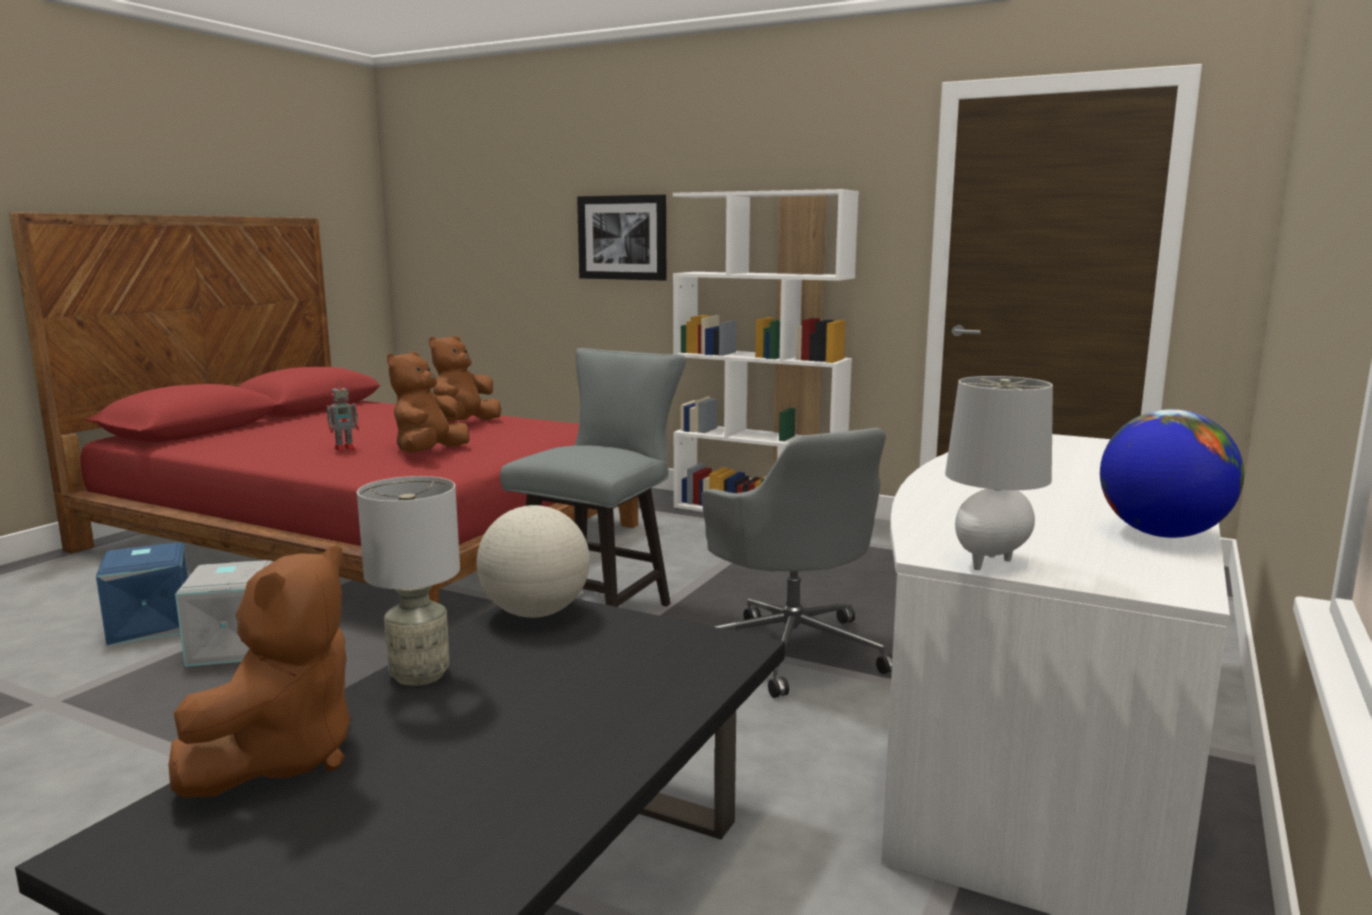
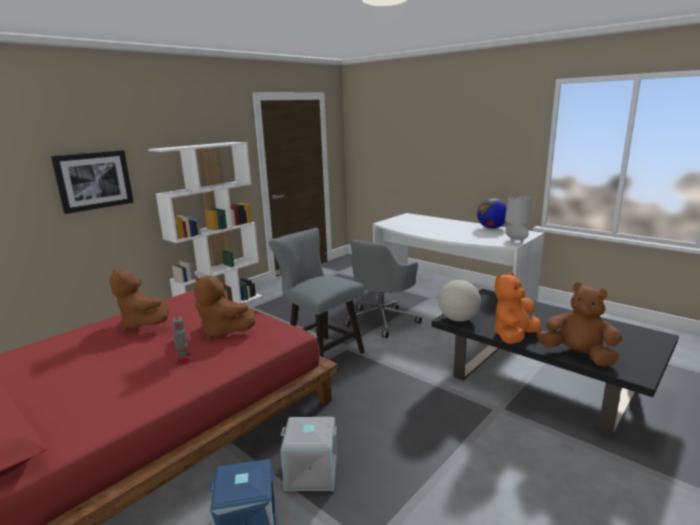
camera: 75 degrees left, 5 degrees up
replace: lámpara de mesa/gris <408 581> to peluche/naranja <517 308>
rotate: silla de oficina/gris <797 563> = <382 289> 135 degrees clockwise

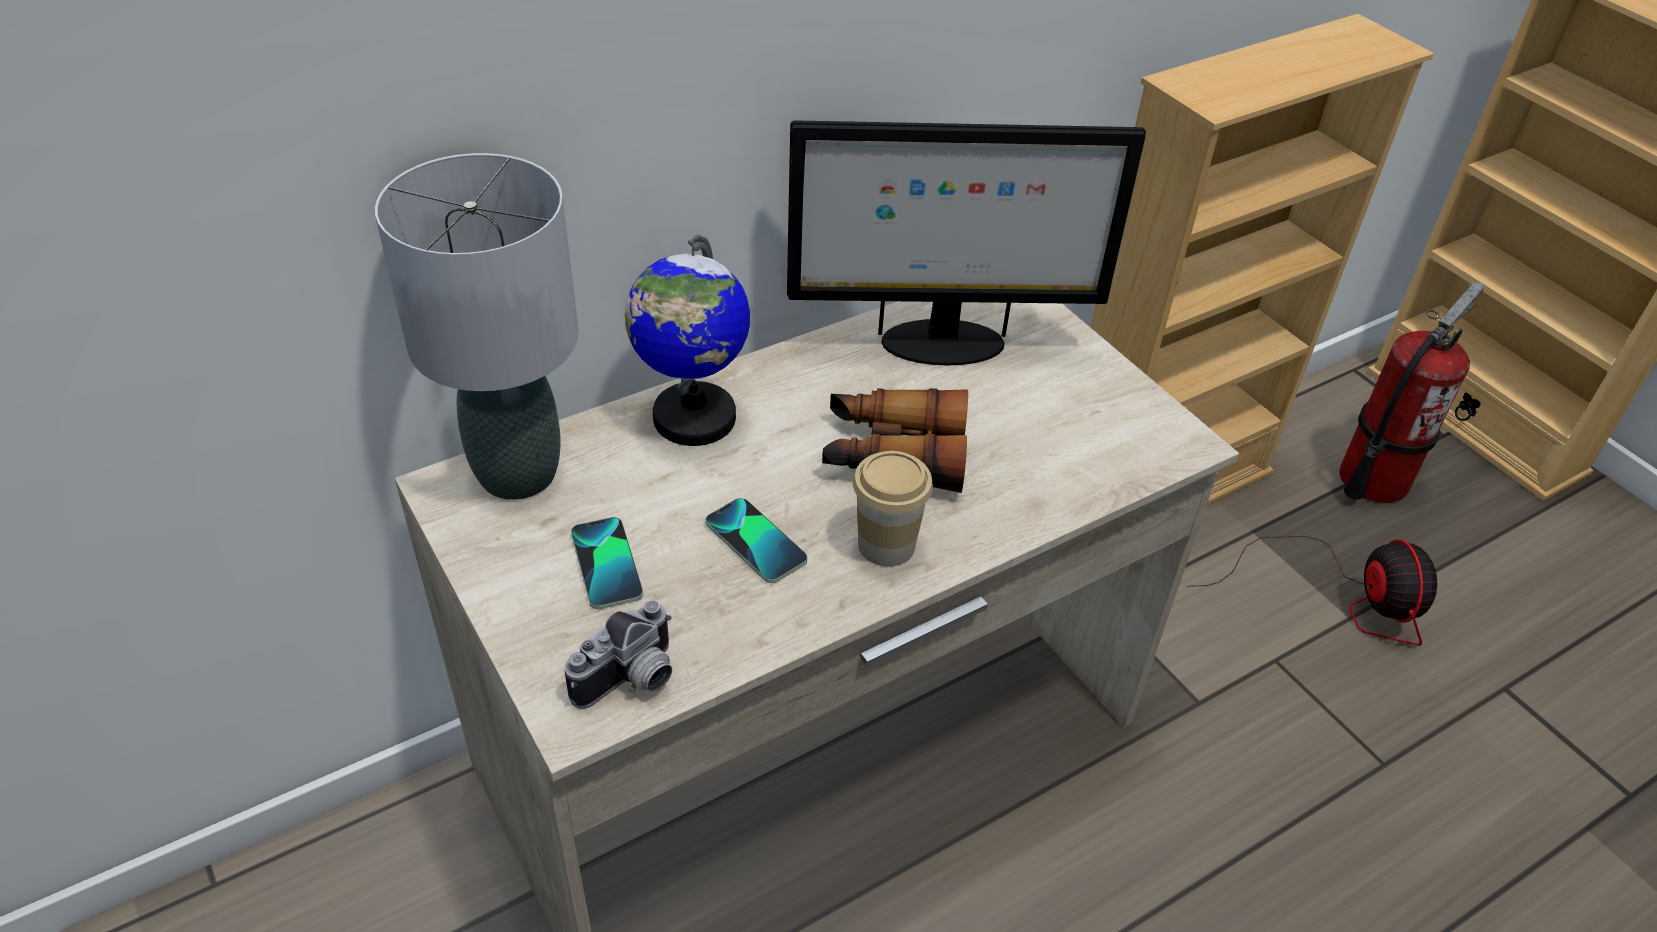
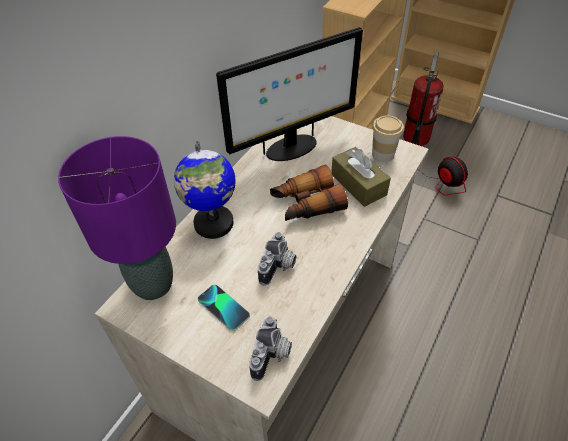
camera: 25 degrees left, 5 degrees up
insert: caja de pañuelos/marrón <361 177>
move: taza <893 509> to <388 138>
replace: móvil <756 540> to cámara <277 258>
recolor: lámpara de mesa/gris <476 326> to lámpara de mesa/morado <117 218>

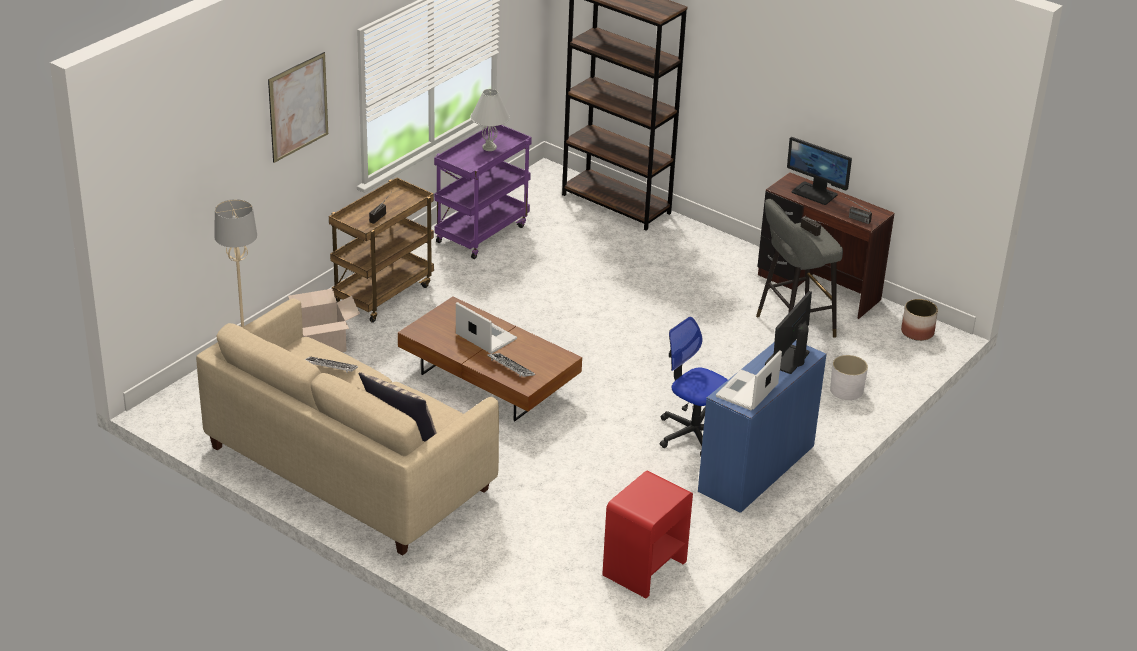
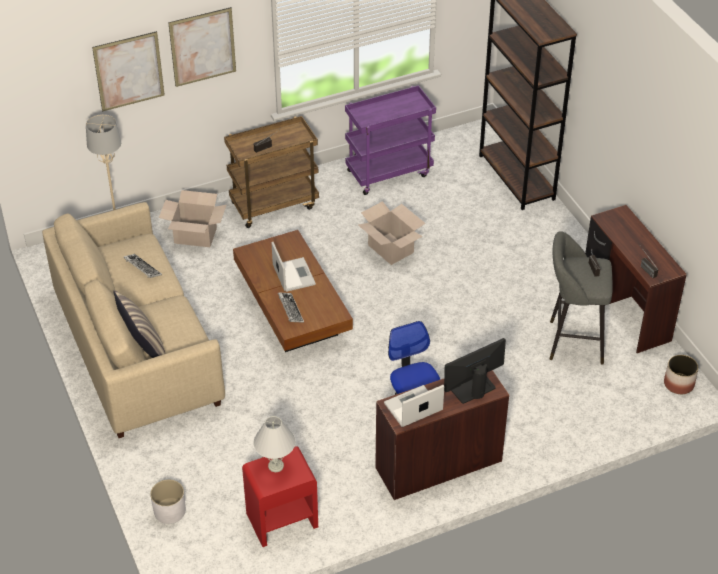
camera: 30 degrees right, 10 degrees up
delete: monitor <819 171>
insert: cuadro <128 71>; caja de cartón <391 233>
move: maceta/blanco <849 377> to <168 502>; lámpara de mesa/blanco <490 120> to <274 444>
recolor: escritorio/azul <762 426> to escritorio/marrón <442 435>

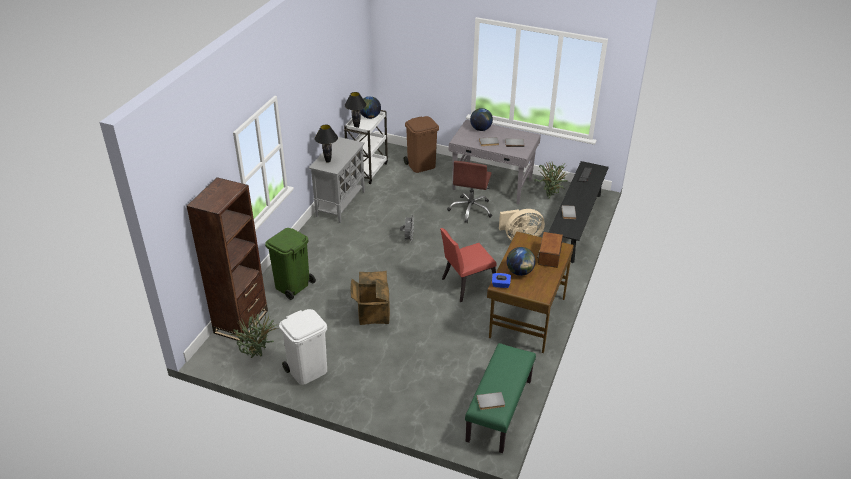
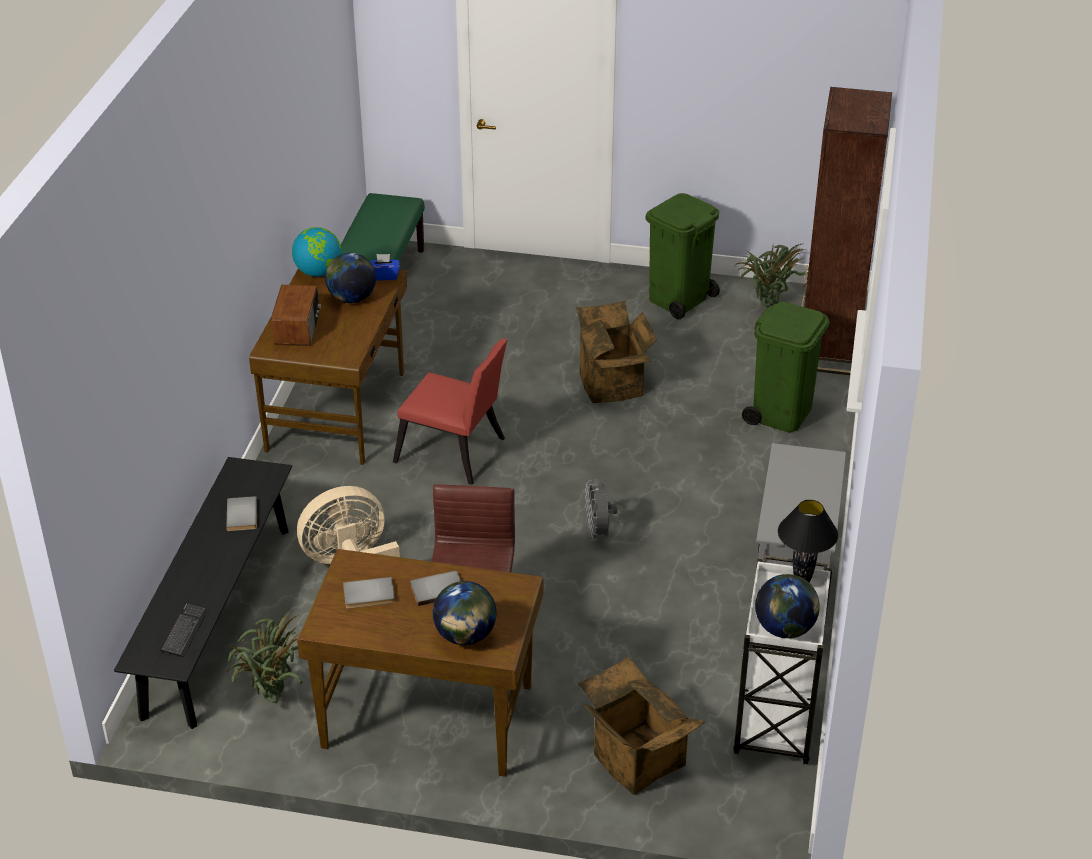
camera: 170 degrees right, 0 degrees up
delete: lámpara de mesa/negro <326 144>; libro/gris <491 401>
insert: globo terráqueo <317 252>
replace: papelera/marrón <421 144> to caja de cartón <642 725>
recolor: escritorio/gris <495 162> to escritorio/marrón <420 663>; papelera/blanco <303 347> to papelera/verde <683 256>
rotate: silla/rojo <468 265> = <450 412> 60 degrees clockwise

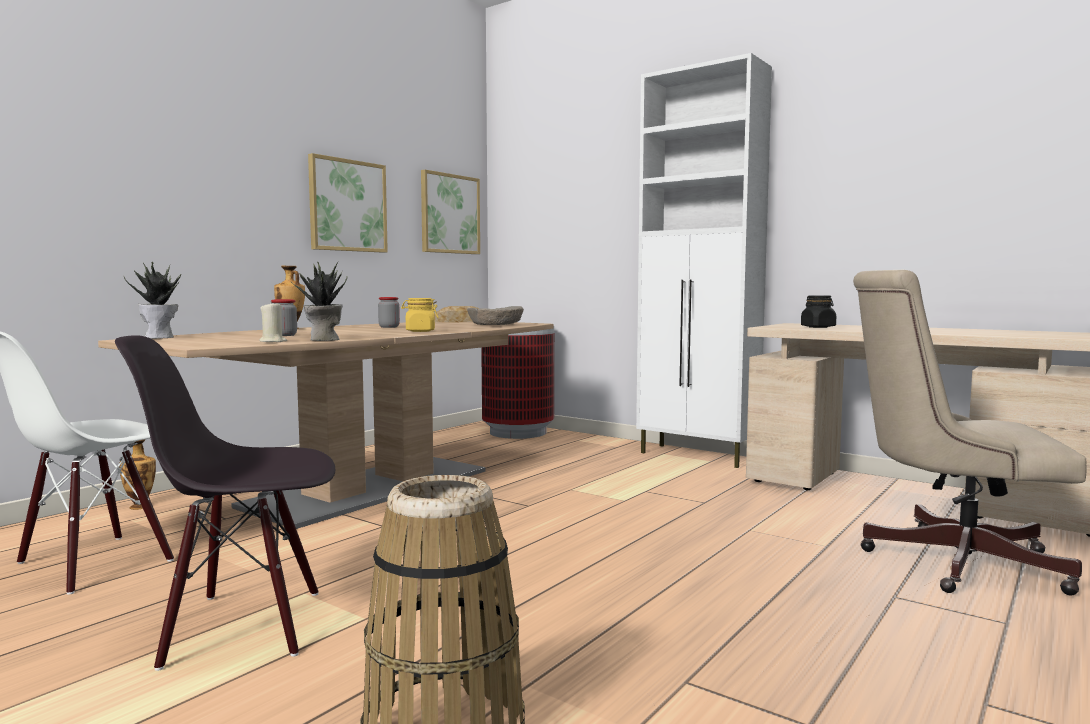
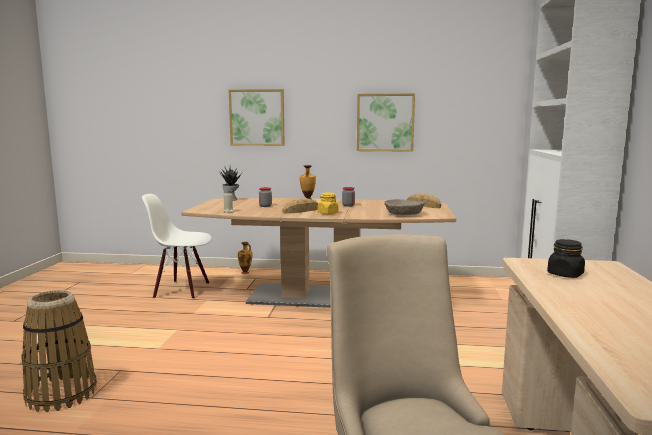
camera: 60 degrees right, 5 degrees up
delete: silla/negro <225 503>; planta en maceta <319 301>; papelera <517 383>
insert: pan <300 206>
move: cuadro <450 212> to <257 117>

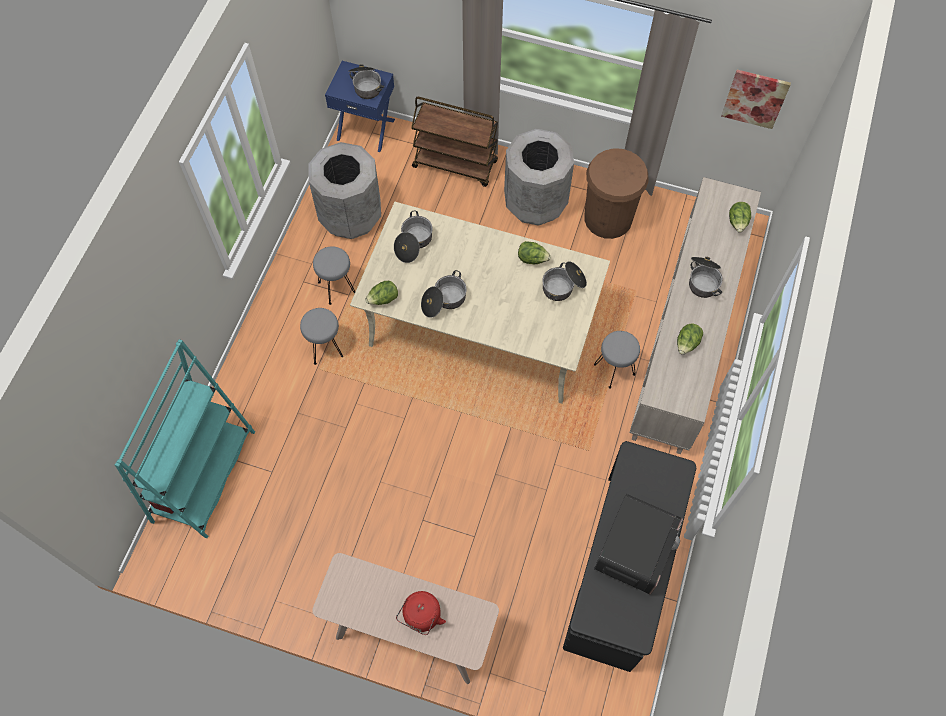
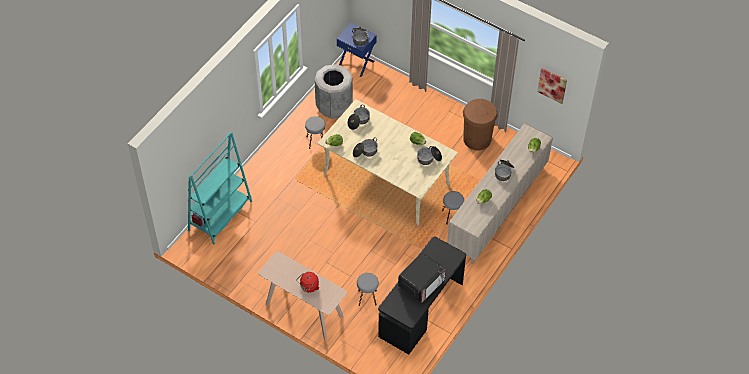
camera: 15 degrees right, 10 degrees down
delete: carrito/marrón <454 142>; papelera/gris <539 177>
move: taburete/gris <321 336> to <368 289>

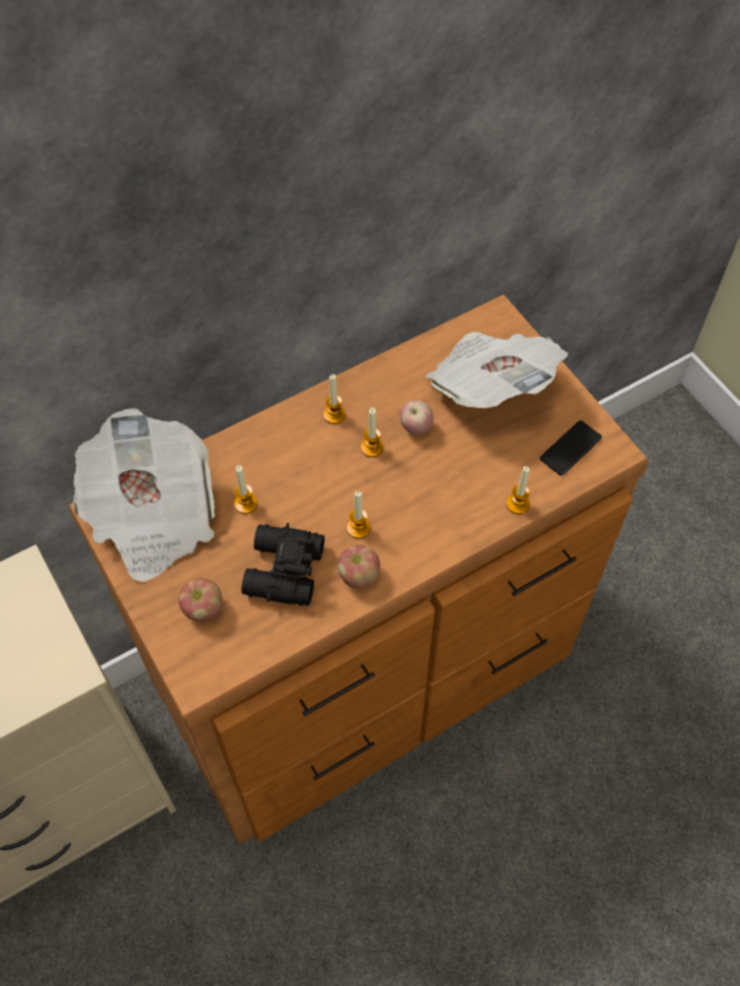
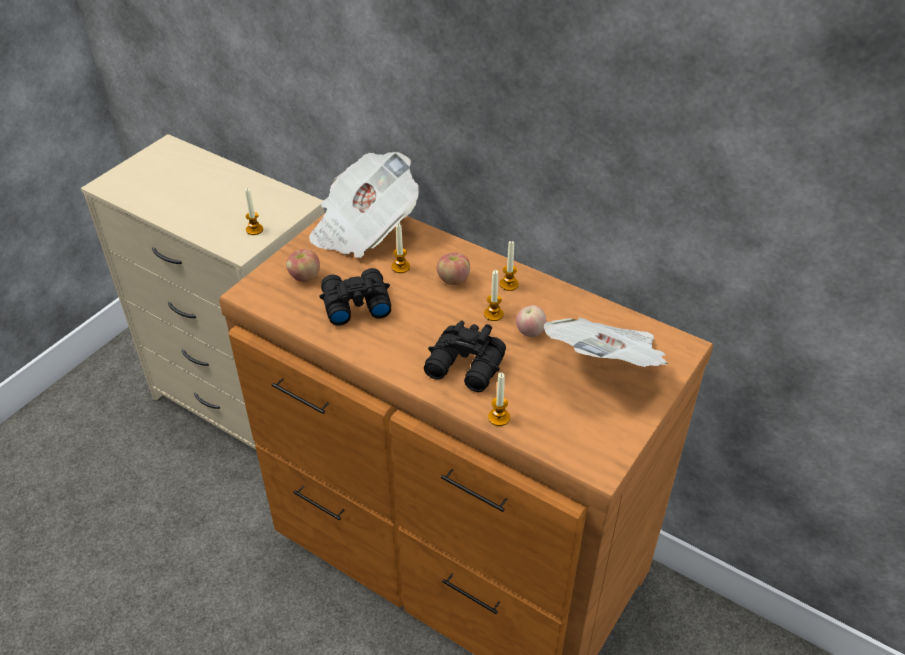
camera: 65 degrees right, 15 degrees down
delete: móvil <571 448>
insert: prismáticos/negro <465 356>
move: vela <358 515> to <254 211>; manzana <358 566> to <453 269>

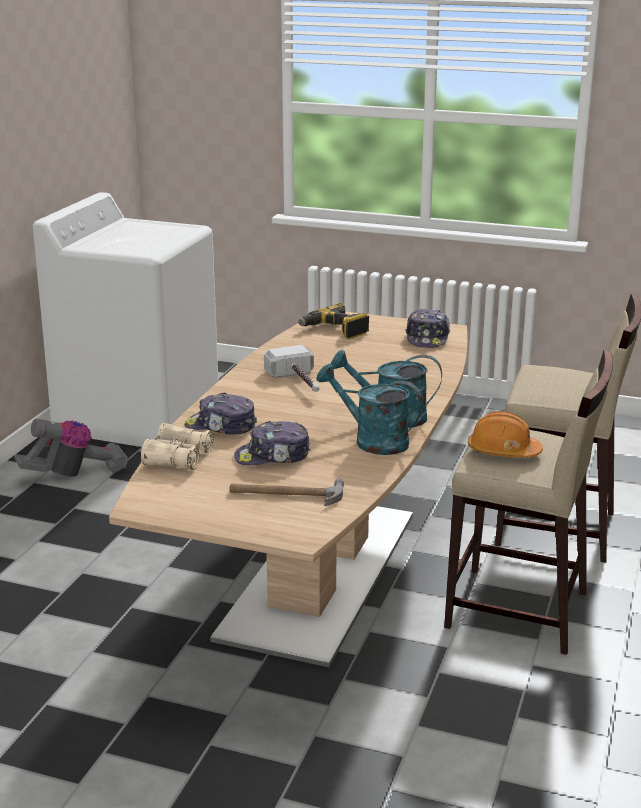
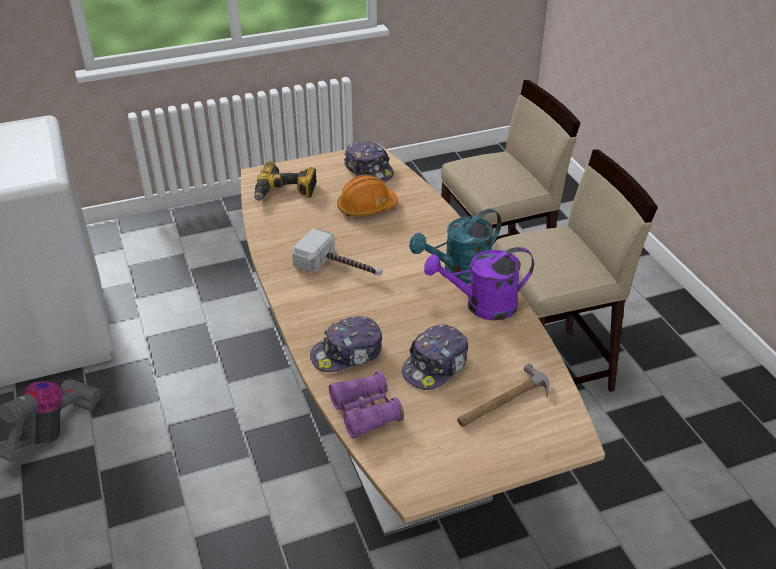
camera: 40 degrees left, 15 degrees up
move: casco/naranja <505 434> to <367 195>
recolor: prismáticos/beis <177 446> to prismáticos/morado <366 404>; regadera/turquesa <369 409> to regadera/morado <479 284>

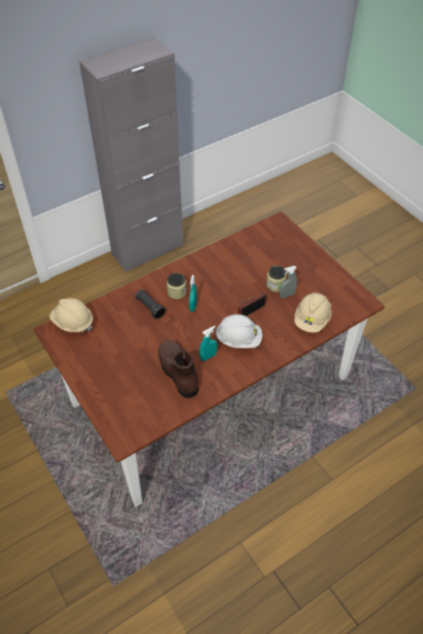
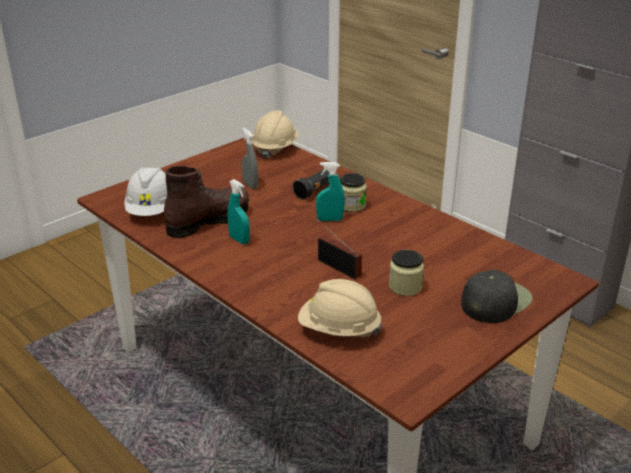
camera: 80 degrees right, 20 degrees down
insert: gorra/negro <497 296>
move: casco/blanco <238 331> to <145 191>; pulverizador/gris <288 282> to <250 158>

